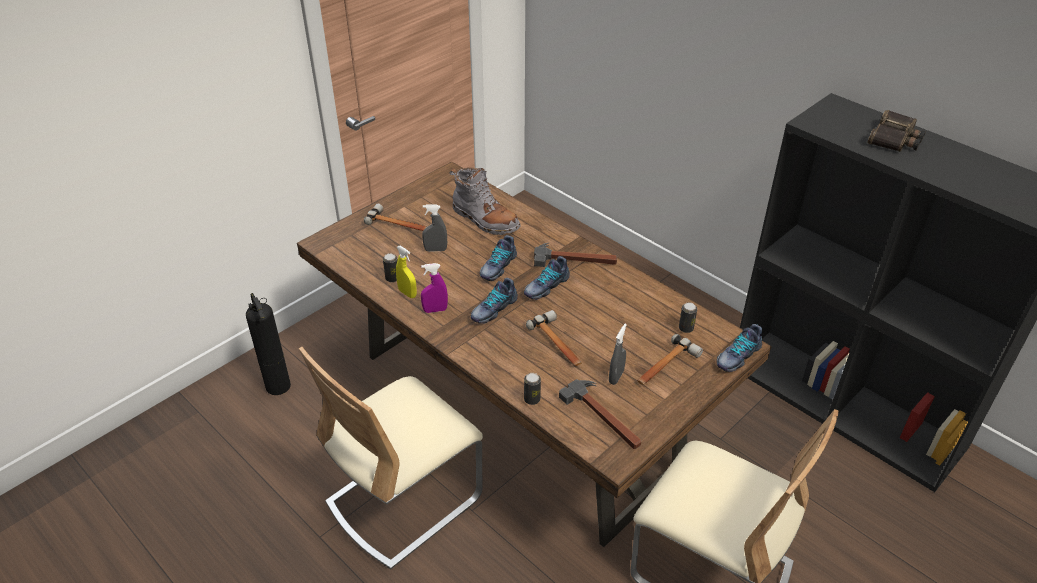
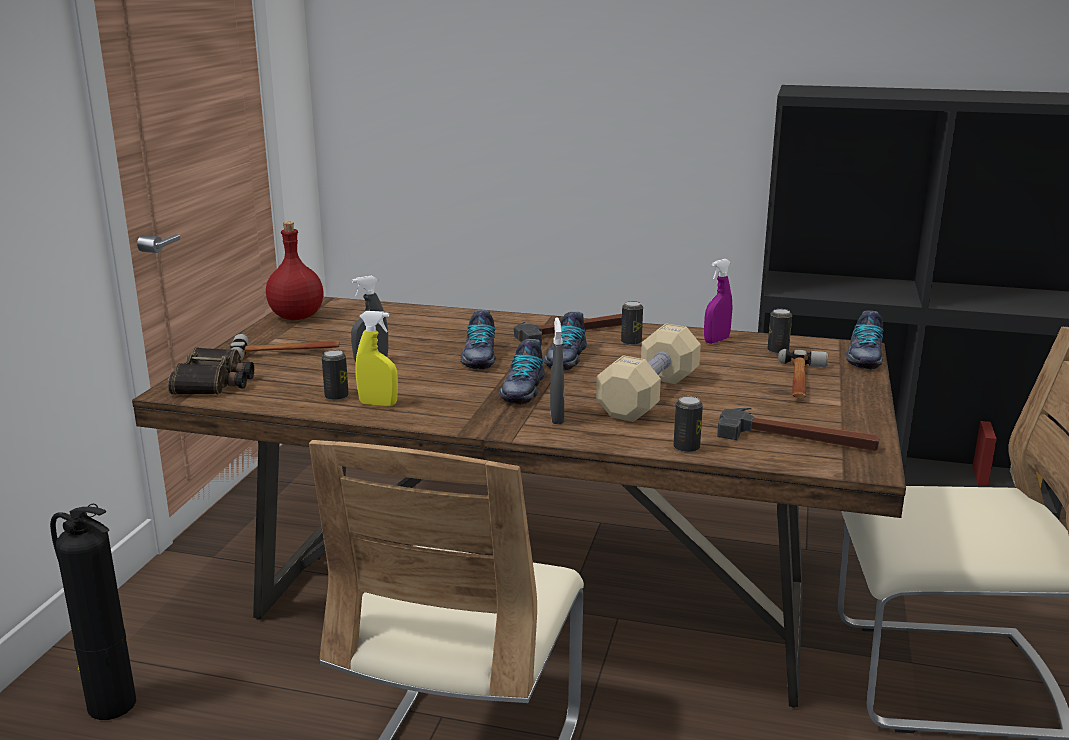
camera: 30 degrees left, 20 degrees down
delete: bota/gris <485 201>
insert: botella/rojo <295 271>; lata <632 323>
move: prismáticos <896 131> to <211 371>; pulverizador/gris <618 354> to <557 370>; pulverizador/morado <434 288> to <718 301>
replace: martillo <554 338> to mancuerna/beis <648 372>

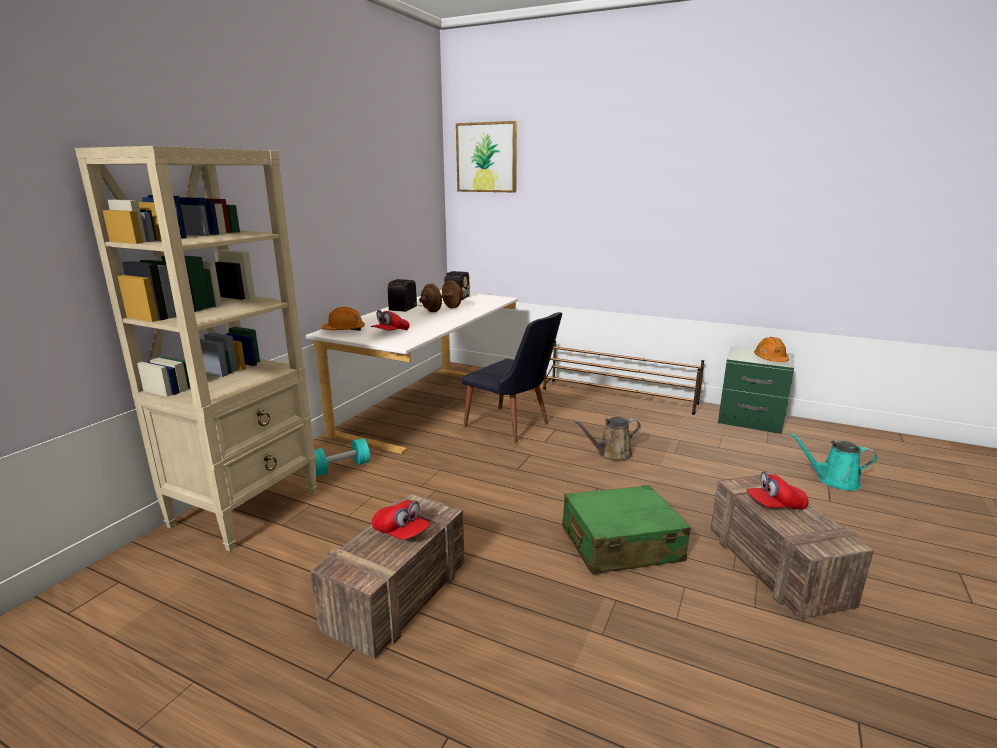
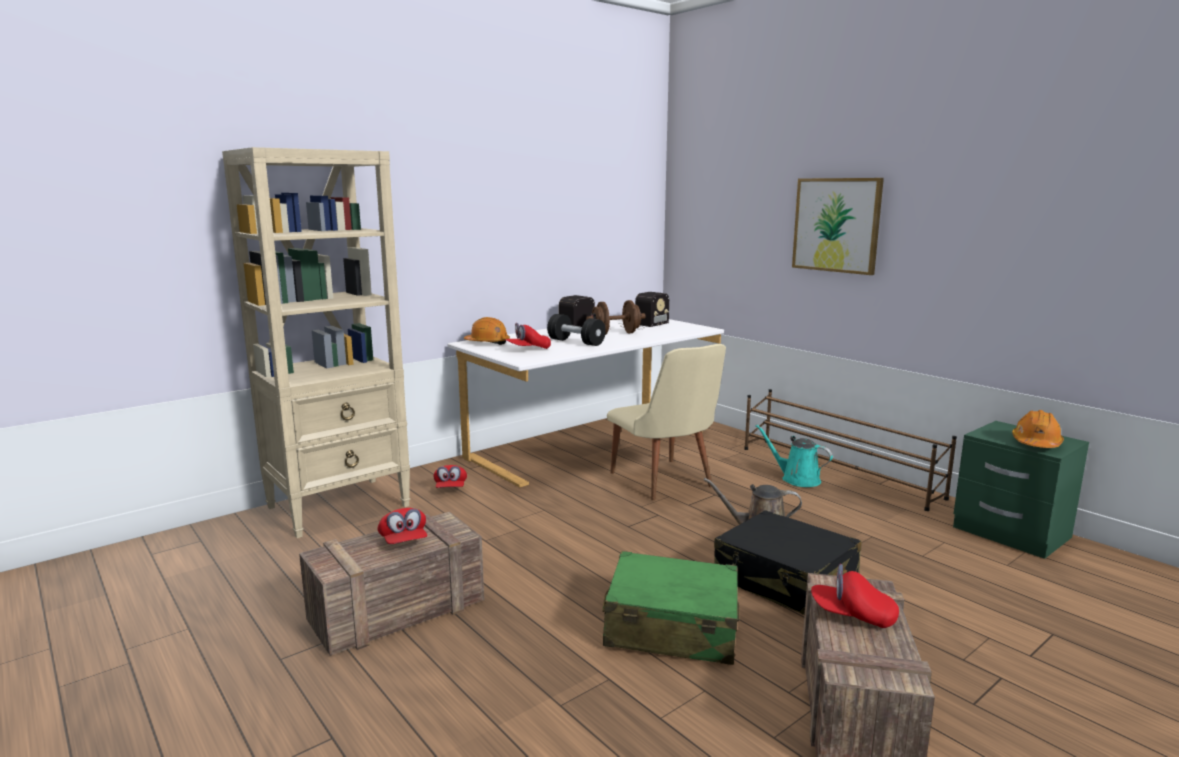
camera: 25 degrees right, 5 degrees down
insert: mancuerna/negro <576 330>; maleta/negro <787 562>
move: regadera/turquesa <834 462> to <794 455>; cuadro <486 156> to <838 226>
replace: mancuerna/turquesa <342 457> to gorra/rojo <450 476>
recolor: silla/negro <512 377> to silla/beis <666 422>

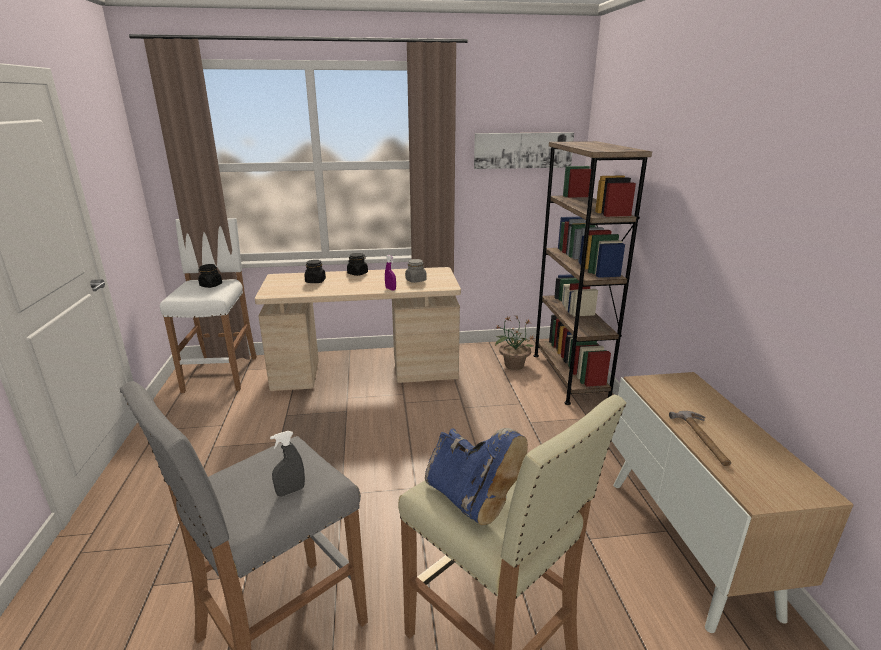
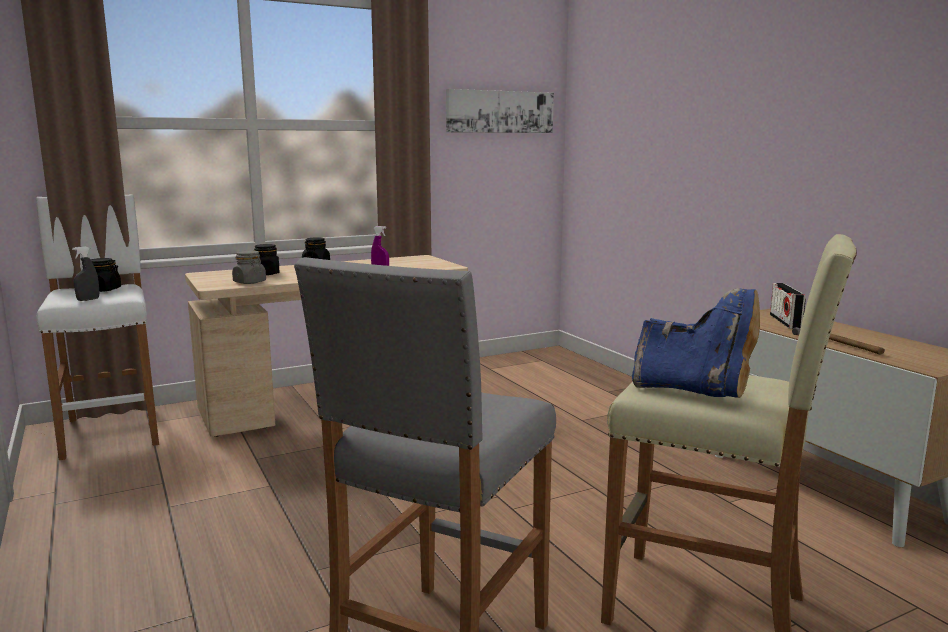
camera: 20 degrees left, 10 degrees down
delete: planta en maceta <516 343>; estantería/marrón <592 273>
insert: radio <788 306>
move: pulverizador/gris <287 463> to <85 273>; tarro/gris <416 271> to <249 267>

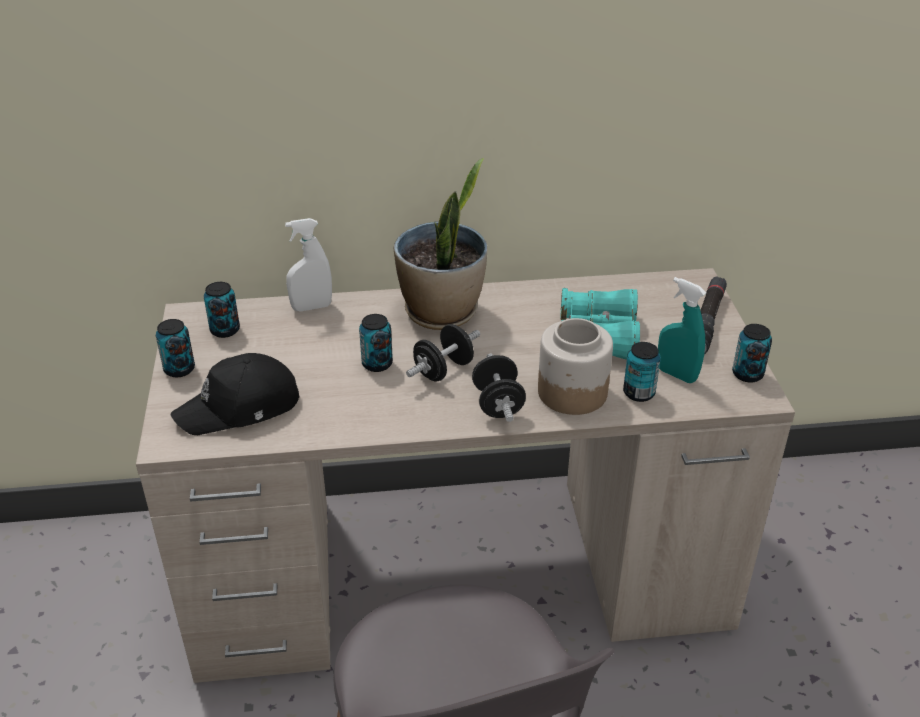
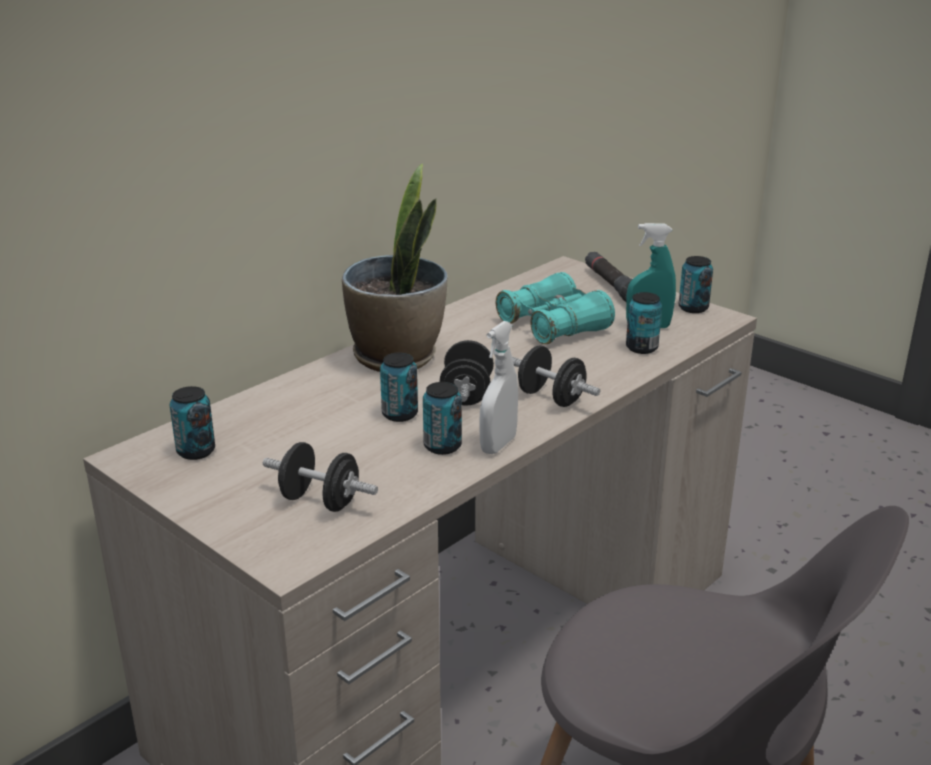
camera: 40 degrees left, 10 degrees down
delete: tarro <575 366>
move: lata <175 348> to <442 418>; pulverizador/blanco <308 265> to <498 387>
replace: gorra/negro <235 394> to mancuerna/negro <320 477>

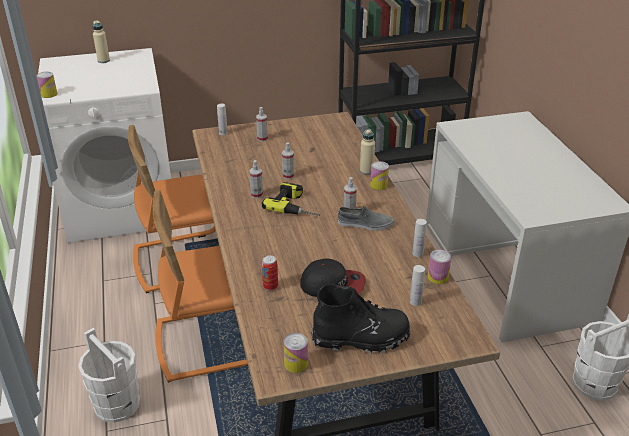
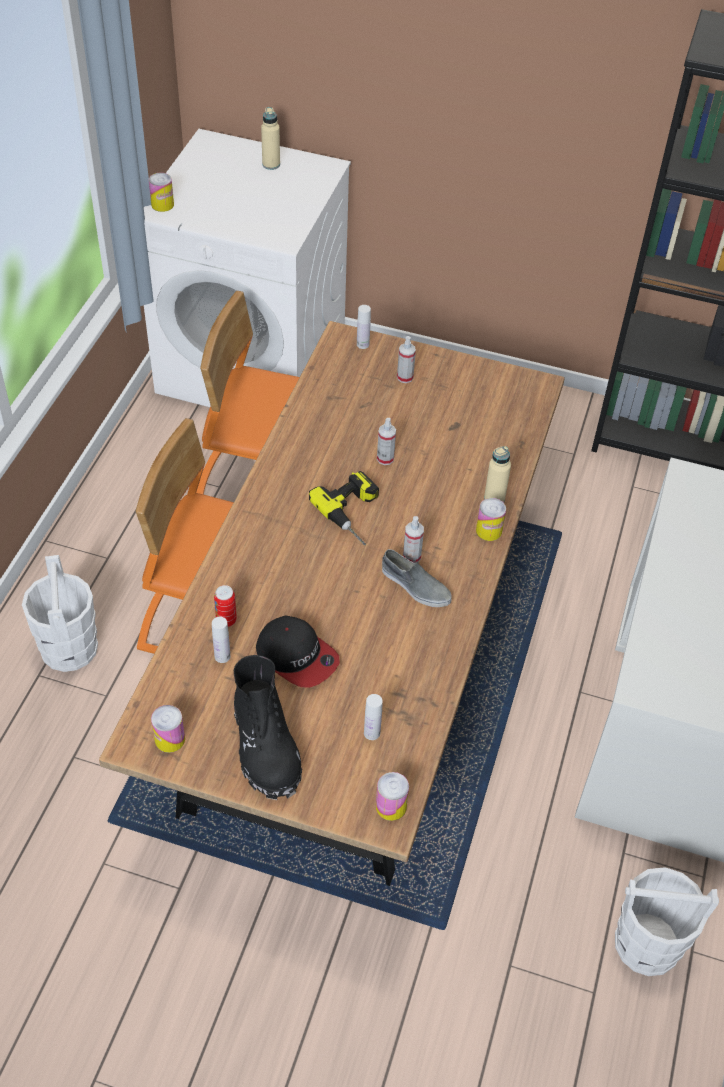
camera: 30 degrees right, 15 degrees up
delete: pulverizador <256 179>
move: botella/blanco <419 238> to <221 640>; lata <439 267> to <392 796>
rotate: bota/negro <360 319> = <268 727> 45 degrees clockwise

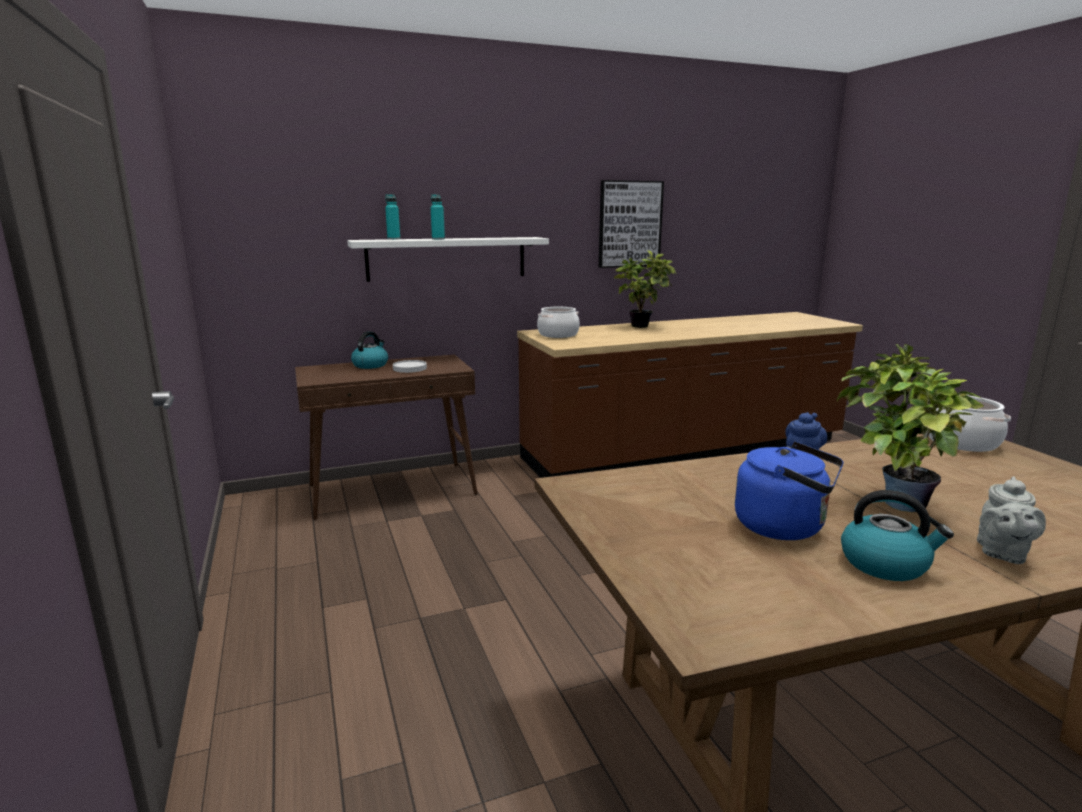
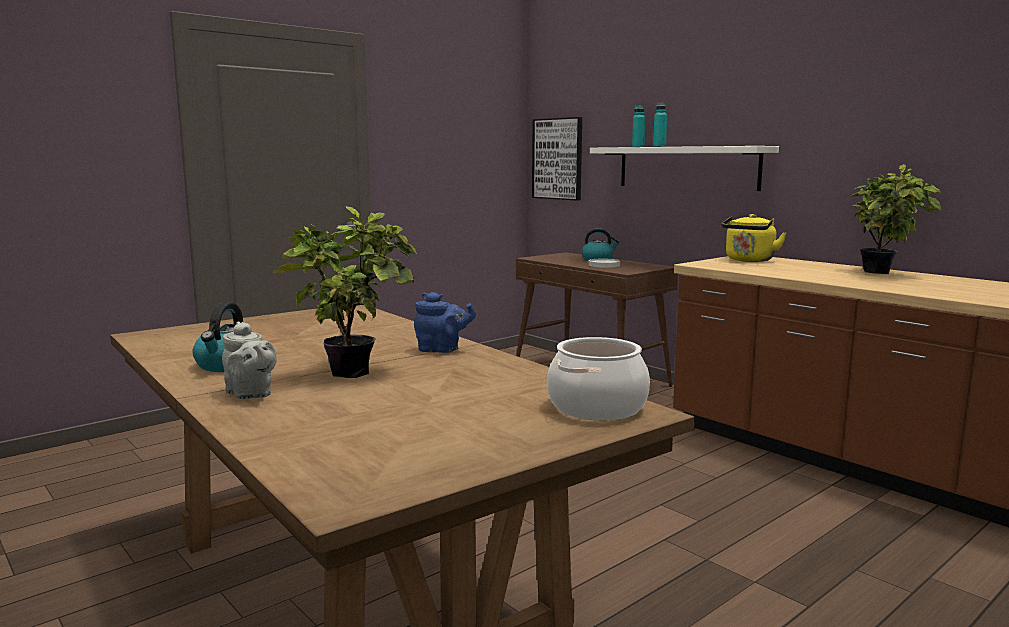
camera: 70 degrees right, 5 degrees down
delete: hervidor/azul <789 490>
move: cuadro <631 224> to <557 159>
replace: olla <558 322> to hervidor/amarillo <754 238>
rotate: tetera/gris <1011 520> = <249 360> 135 degrees counterclockwise

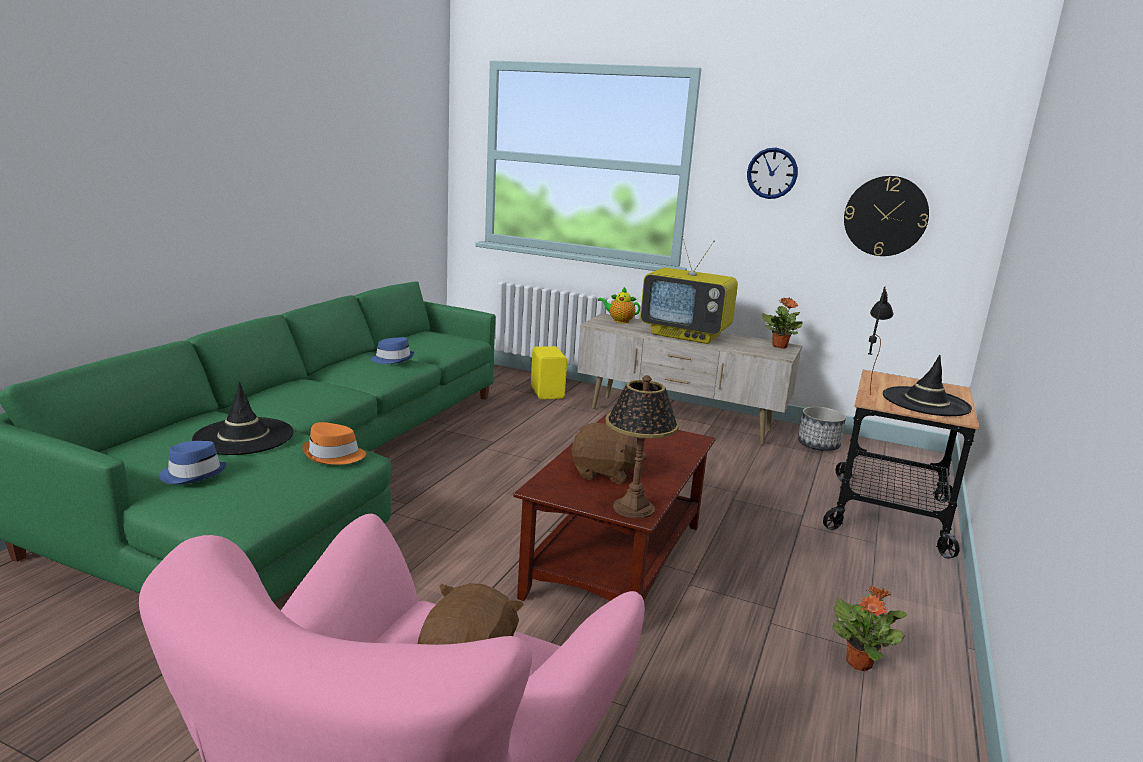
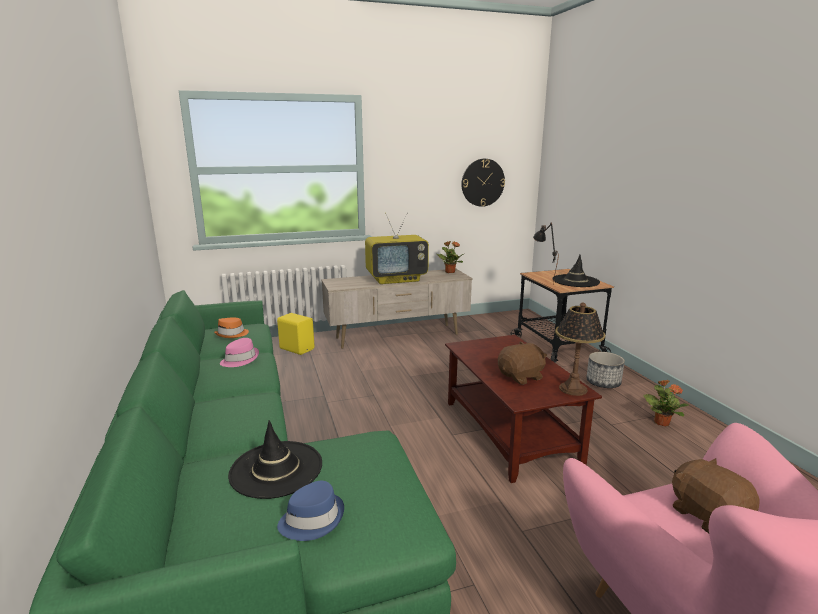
camera: 40 degrees left, 0 degrees up
delete: tetera <619 305>; reloj de pared <772 173>
move: sombrero/naranja <334 443> to <231 327>; maceta <822 428> to <605 370>
recolor: sombrero/azul <392 350> to sombrero/rosa <239 352>

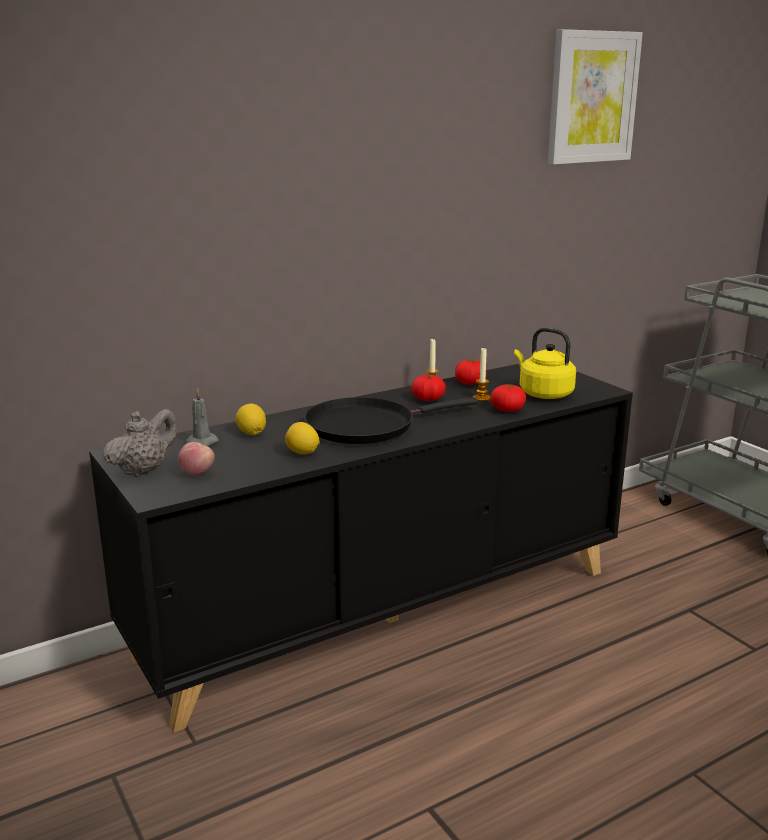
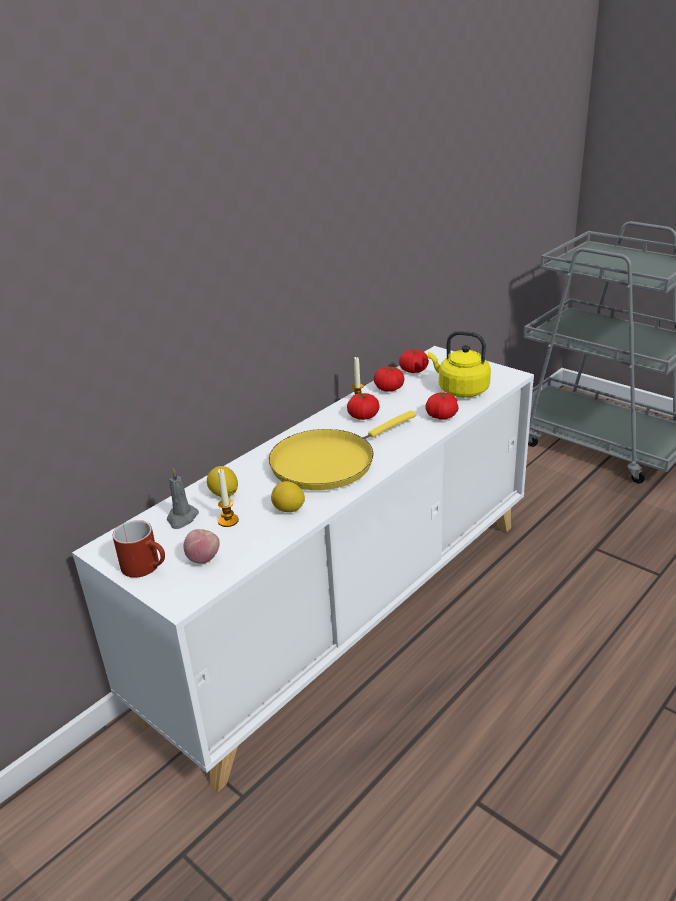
camera: 15 degrees left, 10 degrees up
delete: cuadro <595 96>
insert: tomate <414 361>
move: vela <482 374> to <228 498>
replace: tetera/gris <140 443> to taza grande/rojo <139 549>
recolor: armario/negro <361 548> to armario/blanco <303 569>; sartén/negro <391 420> to sartén/amarillo <342 450>

